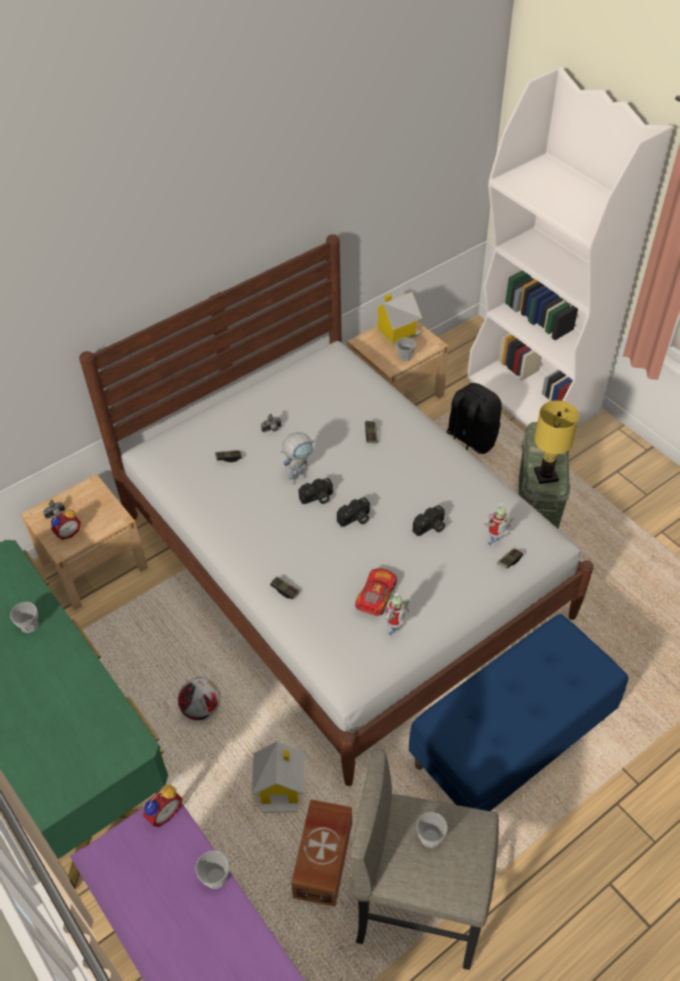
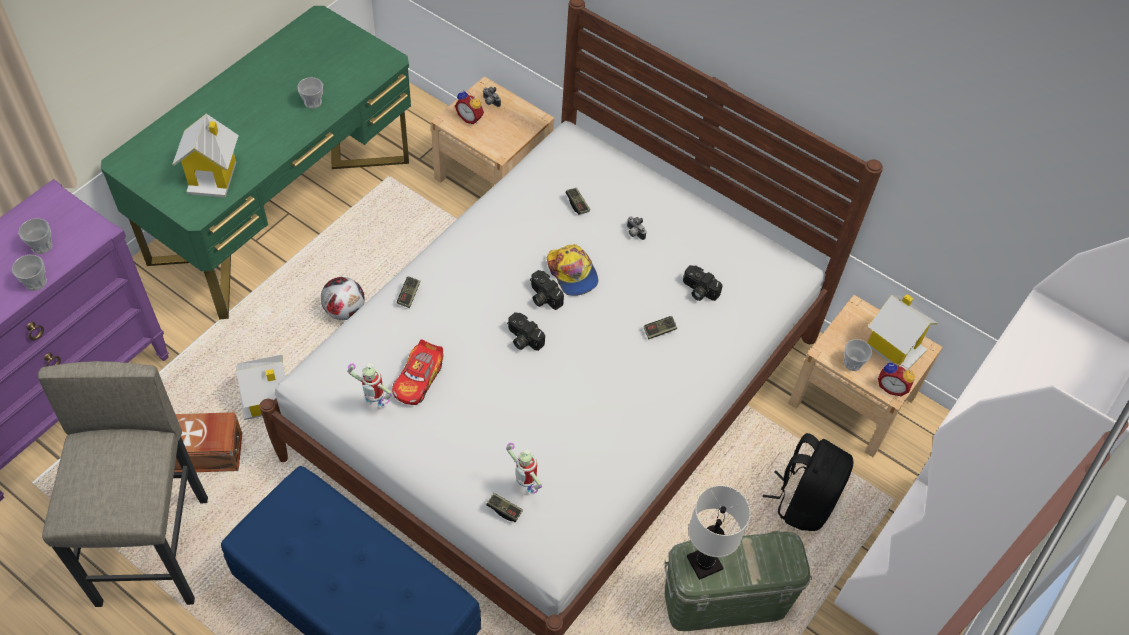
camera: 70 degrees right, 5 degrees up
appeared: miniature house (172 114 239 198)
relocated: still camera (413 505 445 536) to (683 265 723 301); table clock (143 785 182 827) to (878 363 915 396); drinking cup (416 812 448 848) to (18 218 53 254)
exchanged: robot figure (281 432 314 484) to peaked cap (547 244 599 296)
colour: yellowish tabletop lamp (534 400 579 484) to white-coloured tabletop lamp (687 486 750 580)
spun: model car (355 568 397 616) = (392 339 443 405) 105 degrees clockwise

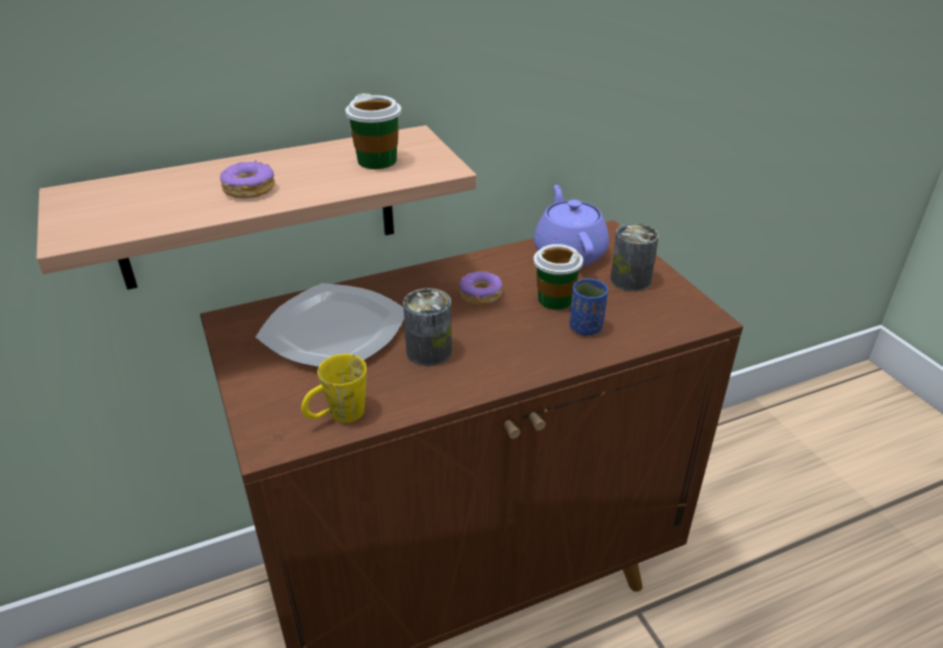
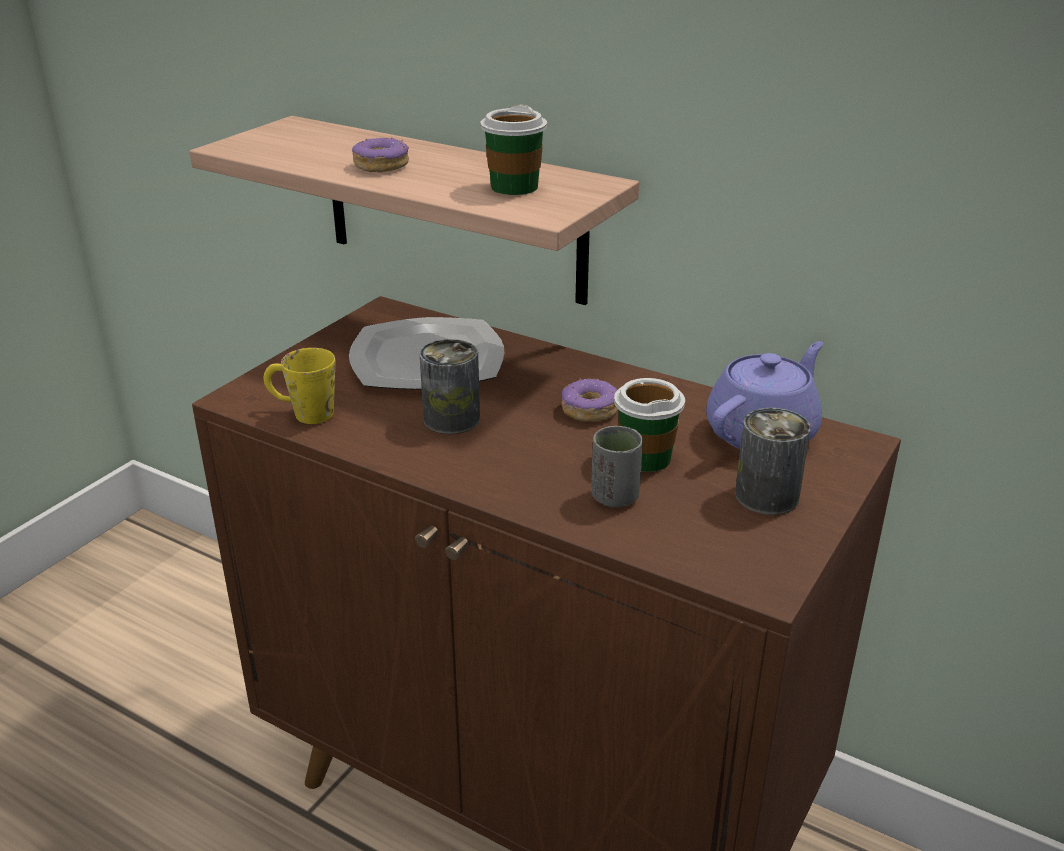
camera: 55 degrees right, 5 degrees down
colour: bluish drinking cup (569 278 608 336) to grey drinking cup (591 426 643 508)

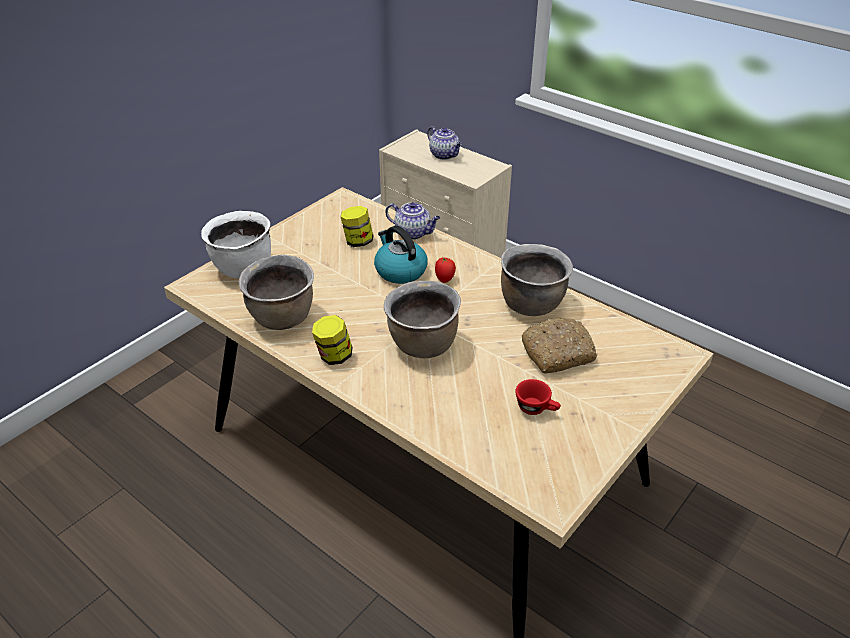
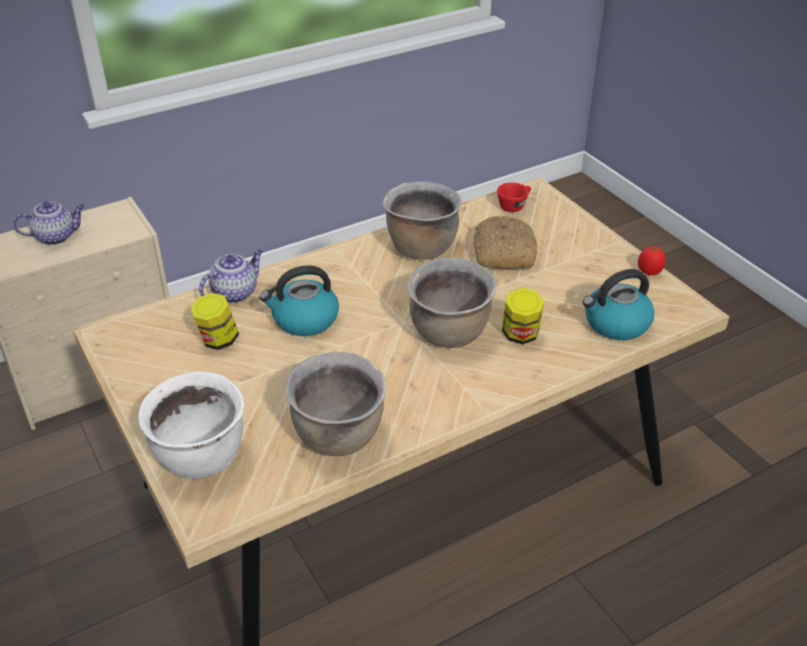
camera: 70 degrees left, 0 degrees up
appeared: kettle (583 269 654 340)
relocated: whole tomato (435 258 456 283) to (638 246 666 275); storage jar (312 315 353 365) to (502 288 544 345); reddish drinking cup (515 379 561 415) to (497 182 531 212)

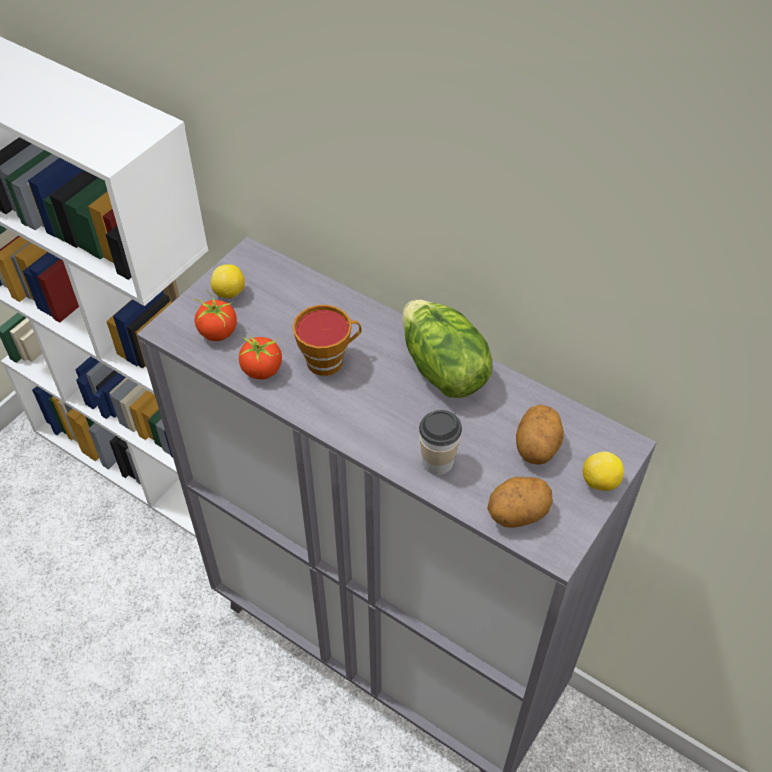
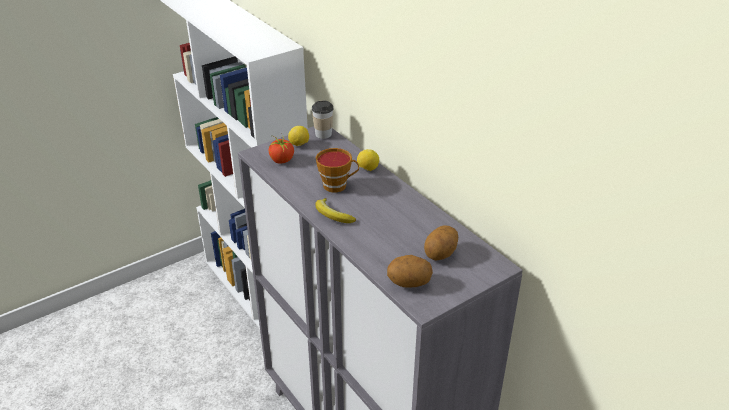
camera: 20 degrees right, 15 degrees down
missing: lettuce head (402 300 492 398); whole tomato (239 335 282 379)
appeared: banana (315 198 356 223)
relocated: drinking cup (419 410 462 475) to (312 100 334 139); whole lemon (583 452 624 491) to (357 149 379 171)

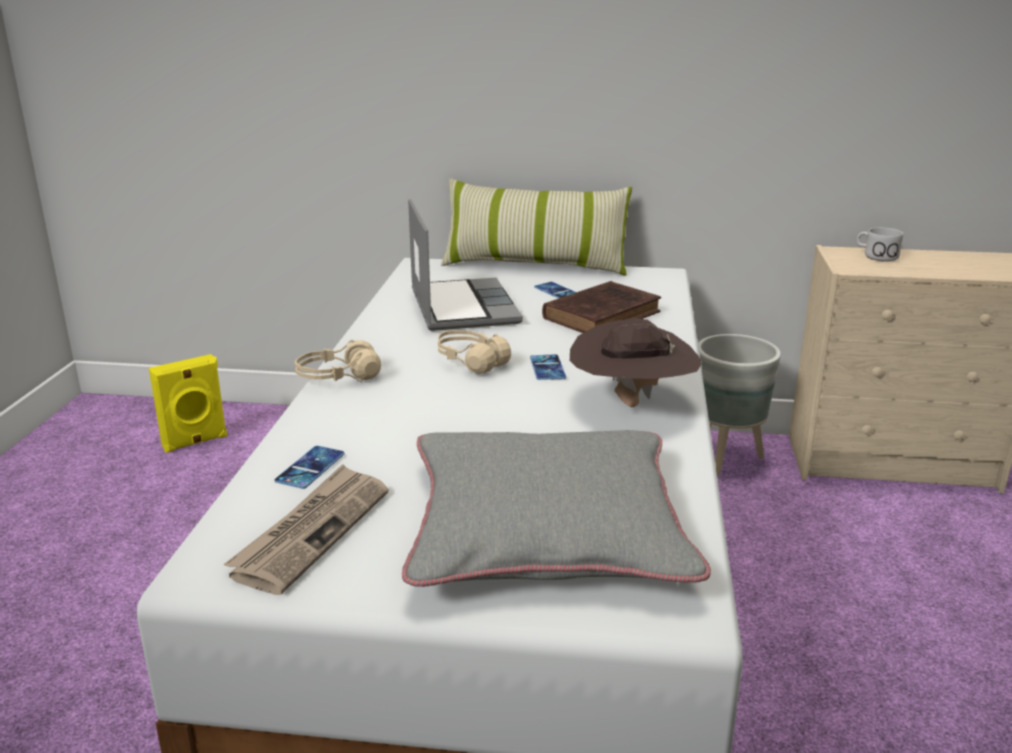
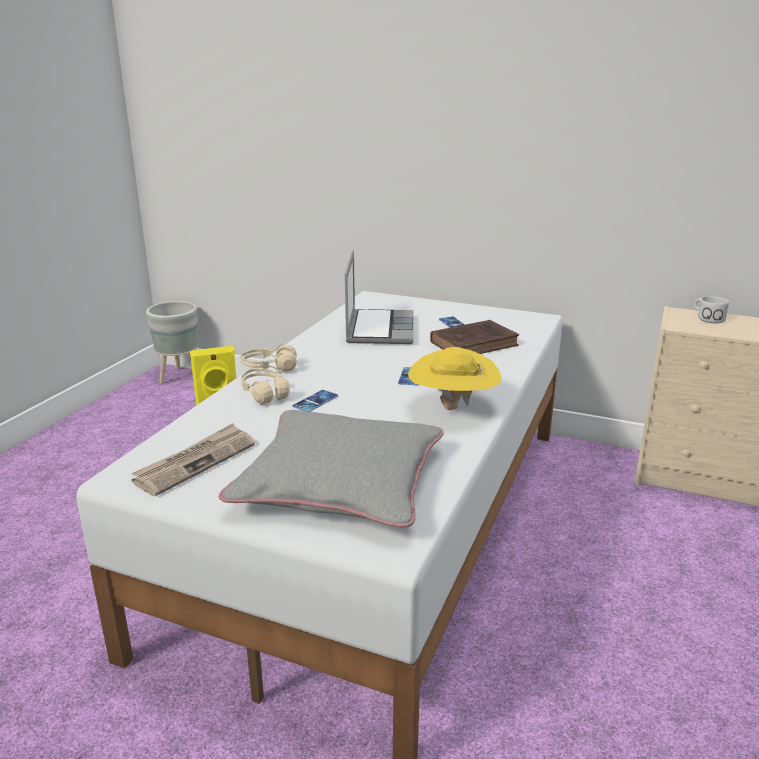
camera: 15 degrees right, 0 degrees up
missing: throw pillow (441 178 632 276)
relocated: beige headphones (438 330 511 374) to (241 368 290 404); grey plant pot (698 334 781 476) to (146 301 198 384); phone (275 446 345 489) to (292 390 338 412)
colour: brown clothing hat (570 318 702 407) to yellowish clothing hat (408 347 502 410)

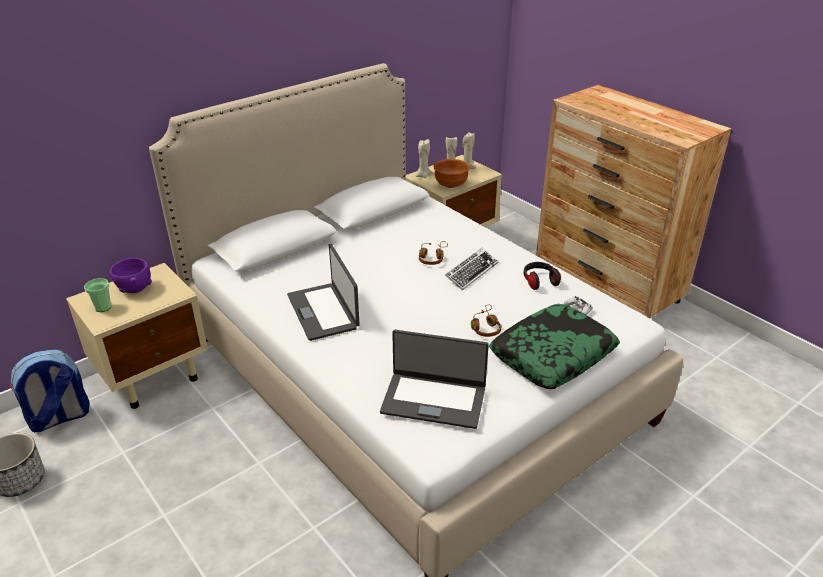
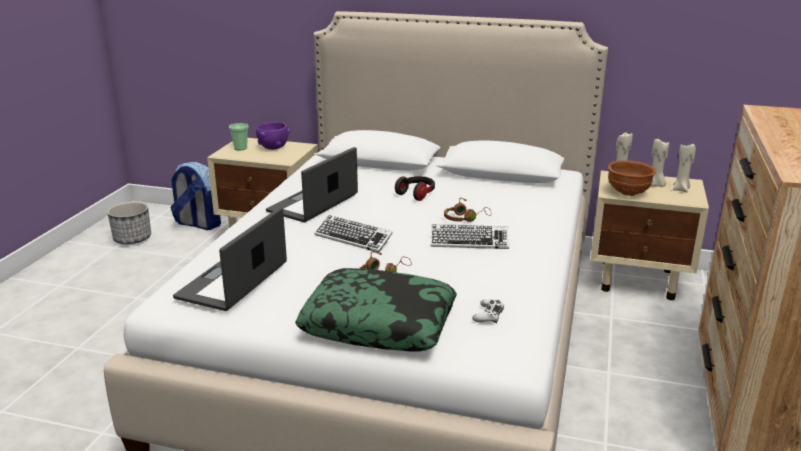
camera: 55 degrees right, 10 degrees down
appeared: keyboard (315 215 393 253)
relocated: headphones (523 262 561 290) to (395 176 435 201)
spun: notebook computer (380 330 489 429) = (173 207 287 311) 45 degrees clockwise

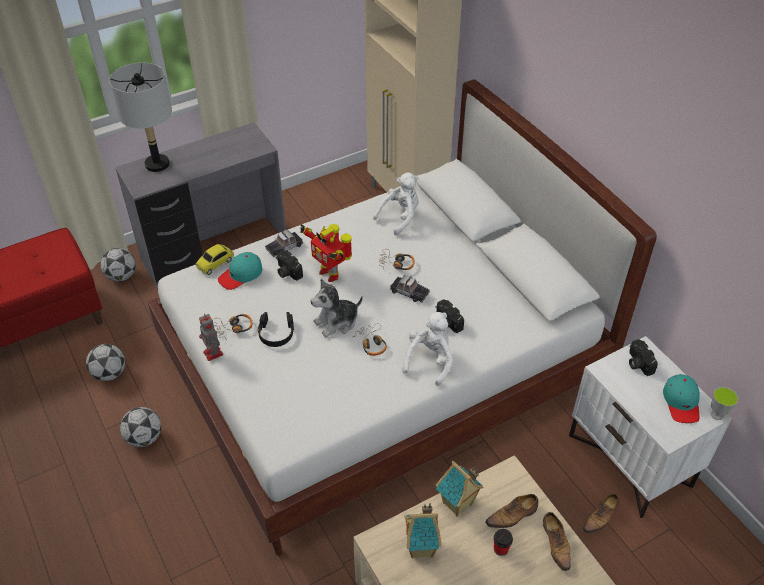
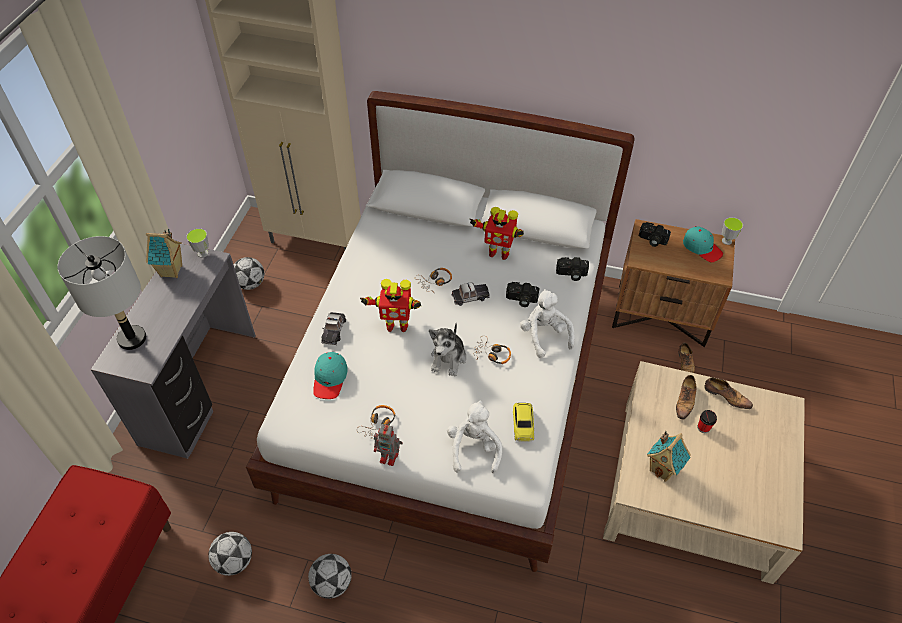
camera: 45 degrees left, 5 degrees up
missing: black-coloured headphones (258 312 294 347)
appeared: robot figure (469 207 524 260); drinking cup (186 228 209 258)
relocated: white-coloured plush toy (373 173 419 236) to (447 400 502 473); model car (196 244 234 275) to (513 403 534 442); football (101 248 136 281) to (234 257 264 290); still camera (276 250 303 280) to (556 257 589 281); miniature house (436 461 483 517) to (146 229 182 278)
colour: white-coloured bedside table (569 336 732 518) to brown bedside table (612 219 735 347)

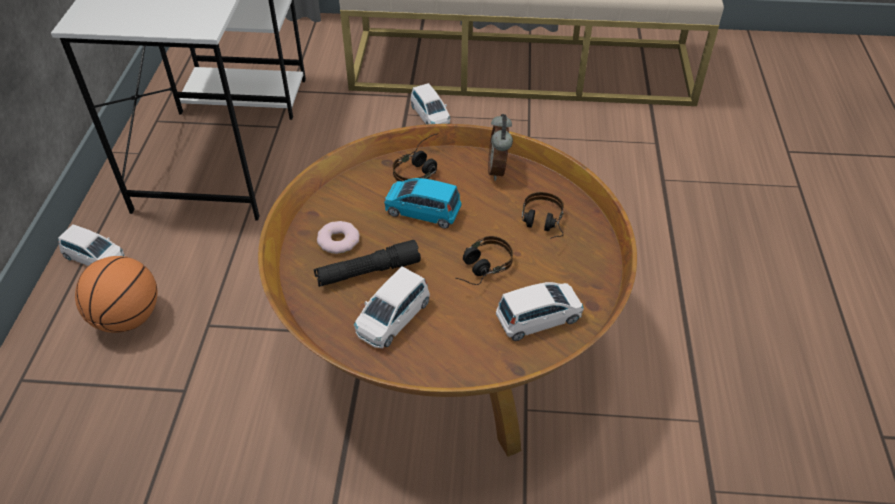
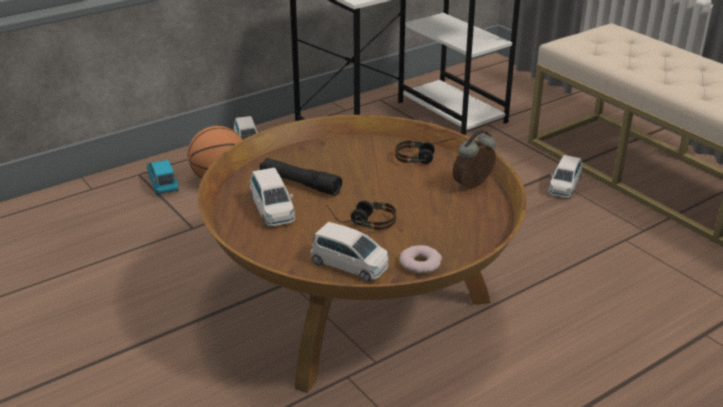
camera: 50 degrees right, 15 degrees down
missing: headphones (522 192 564 239)
relocated: bluish model car (384 178 461 228) to (146 160 179 195); ring doughnut (317 221 360 254) to (399 245 442 274)
spun: white-coloured model car (354 266 430 348) = (250 168 295 226) 105 degrees counterclockwise

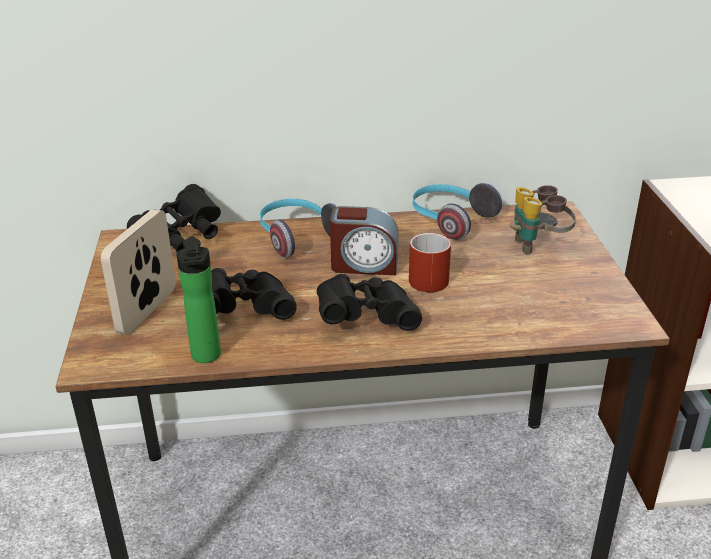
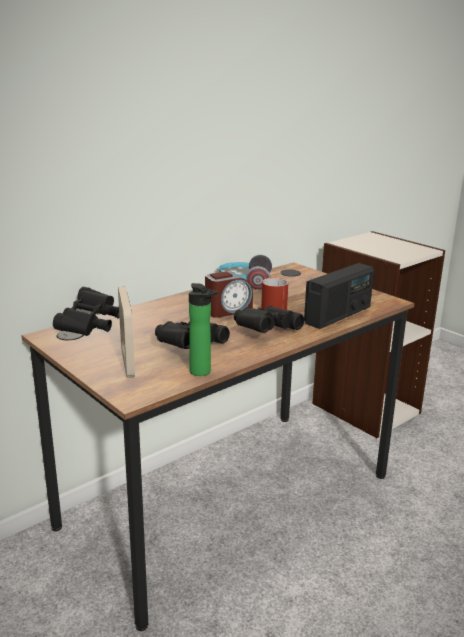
camera: 35 degrees left, 10 degrees down
missing: field glasses (510 185 576 255); headphones (260 199 338 258)
appeared: radio set (304 263 374 329)

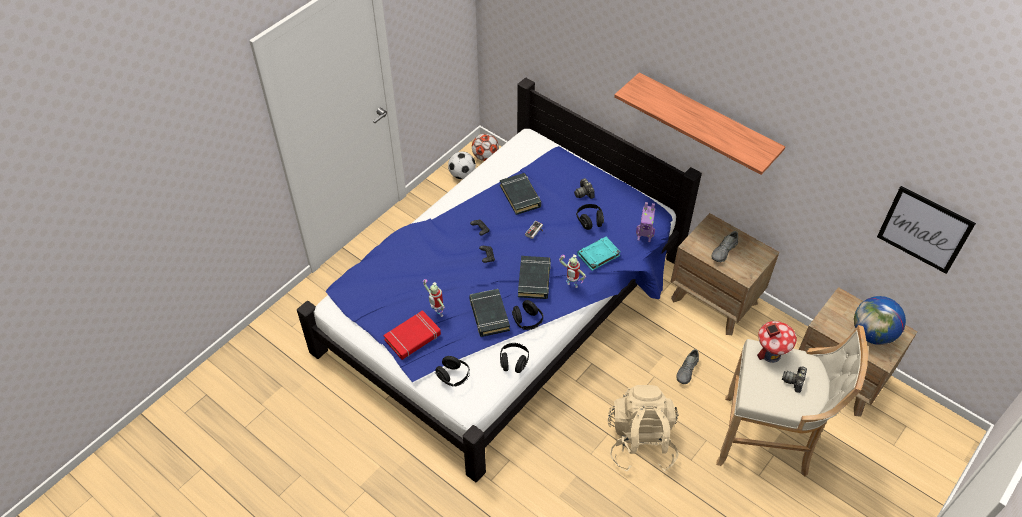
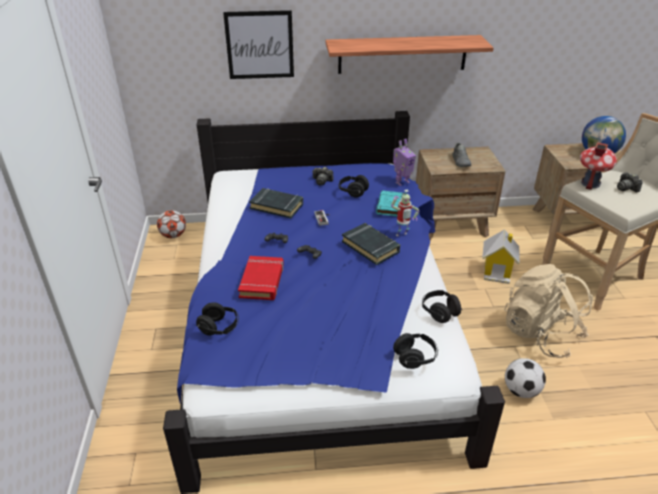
camera: 45 degrees left, 15 degrees down
missing: robot figure (423 279 445 317); black-coloured book (469 289 510 337)
relocated: football (448 151 476 179) to (505 358 546 398); wall art (877 186 976 274) to (223 10 294 79); black-coloured headphones (512 300 543 330) to (196 302 239 336); reddish book (384 310 441 360) to (238 256 284 300)
exchanged: grey low shoe (676 349 699 384) to miniature house (482 229 519 284)

